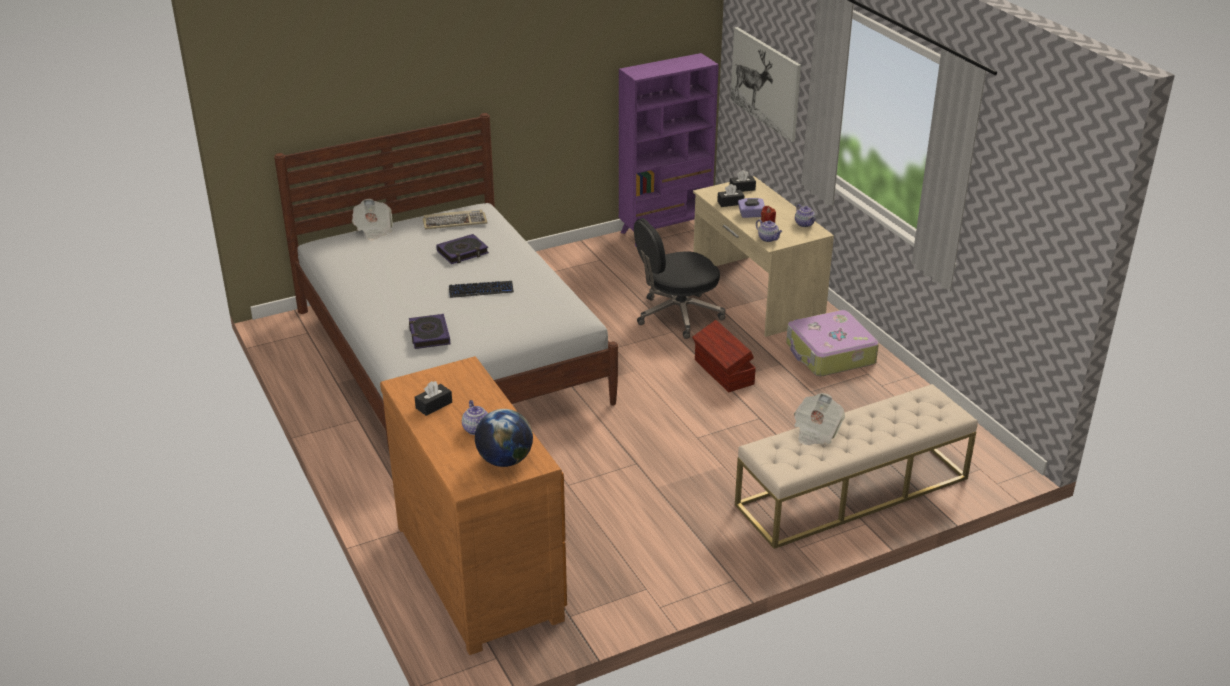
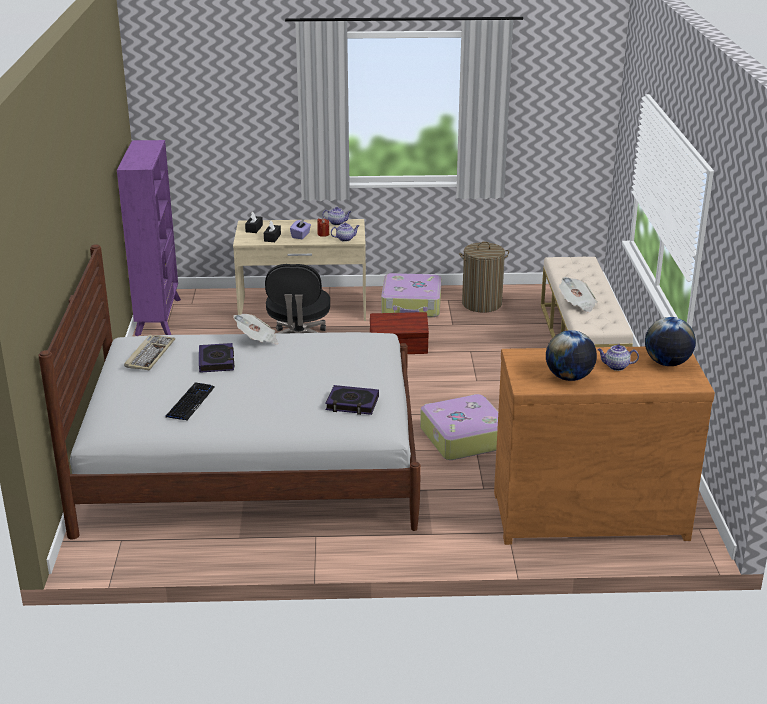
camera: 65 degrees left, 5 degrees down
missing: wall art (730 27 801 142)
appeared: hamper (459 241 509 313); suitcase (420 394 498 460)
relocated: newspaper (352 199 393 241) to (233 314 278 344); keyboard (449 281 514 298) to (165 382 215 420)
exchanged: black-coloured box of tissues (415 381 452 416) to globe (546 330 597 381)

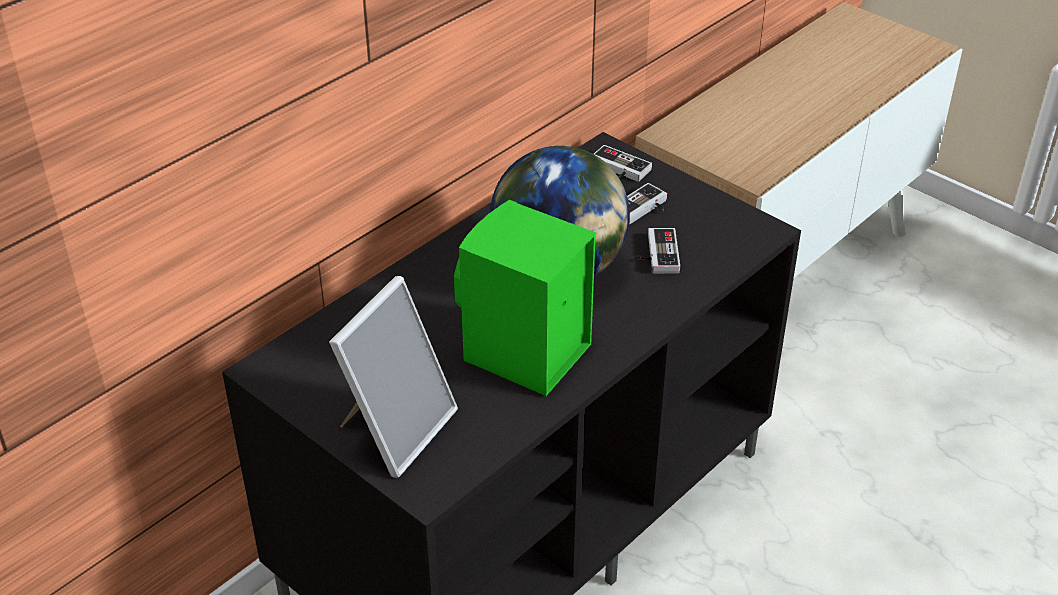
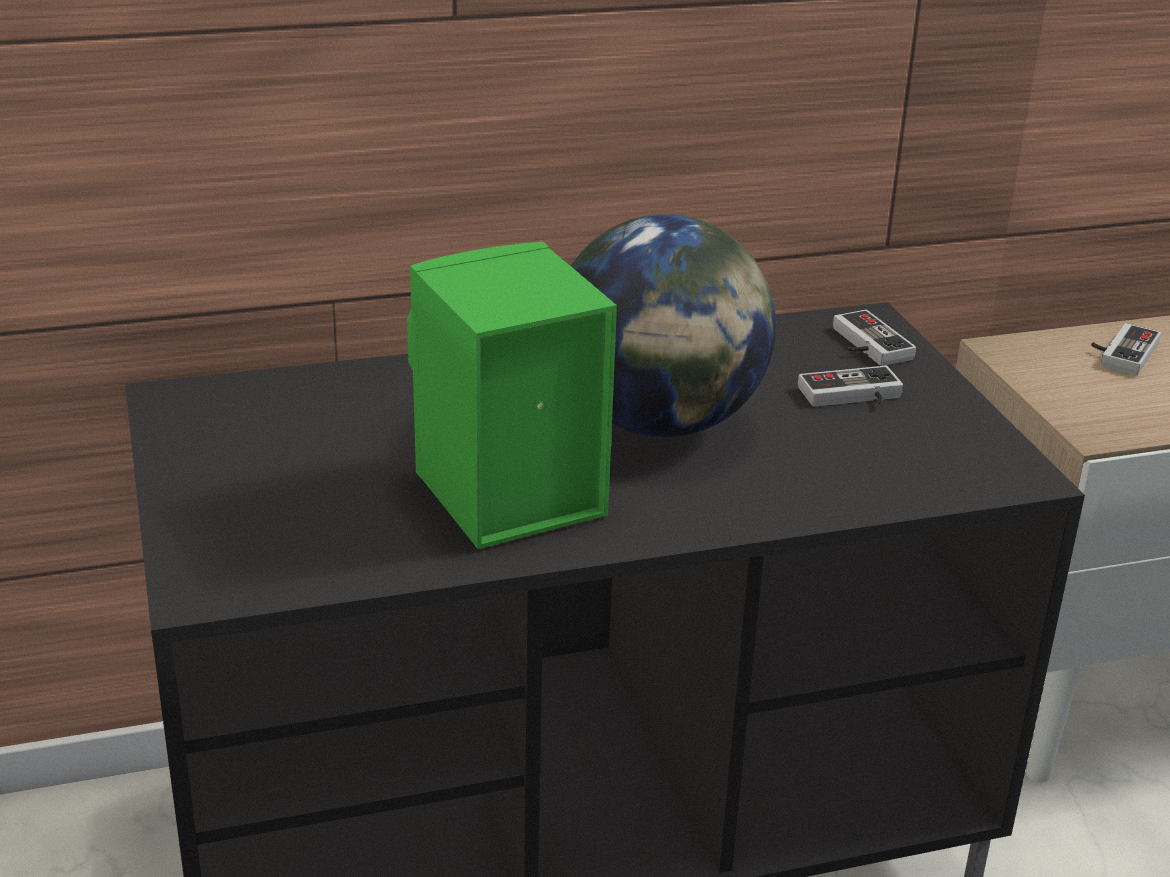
camera: 30 degrees right, 10 degrees down
missing: standing frame (329 276 458 478)
relocated: game controller (638 228 680 274) to (1091 323 1161 375)

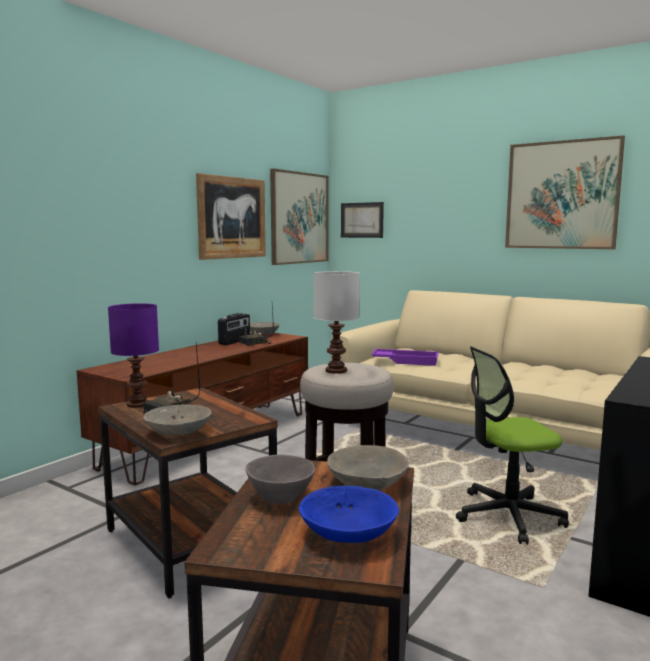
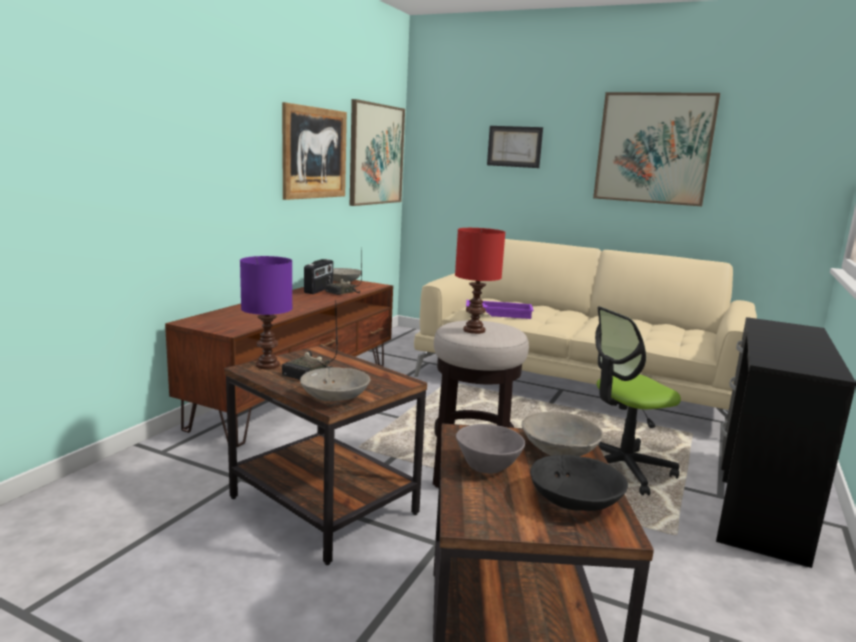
camera: 10 degrees left, 5 degrees up
relocated: wall art (341 202 384 238) to (487 126 543 168)
colour: white-coloured tabletop lamp (314 271 360 374) to reddish tabletop lamp (455 228 505 334); bluish bowl (298 486 399 543) to black-coloured bowl (530 455 628 511)

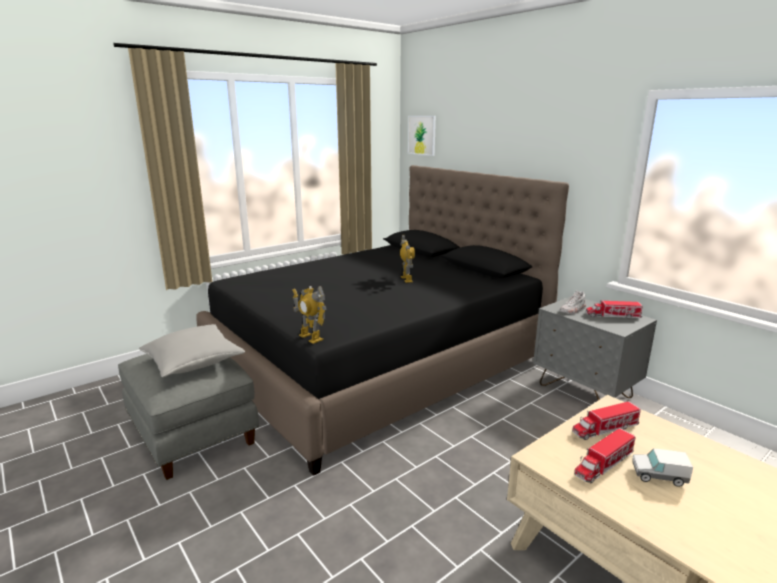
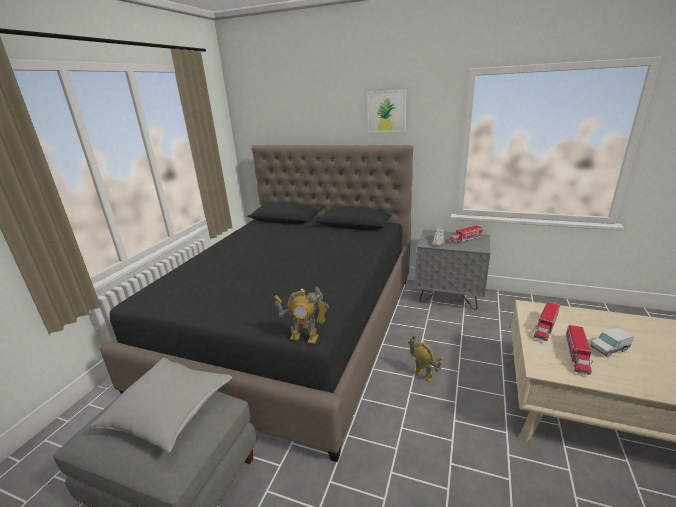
camera: 30 degrees left, 5 degrees up
relocated: wall art (408 116 436 156) to (367 90 406 132); robot figure (400 235 415 283) to (408 335 443 382)

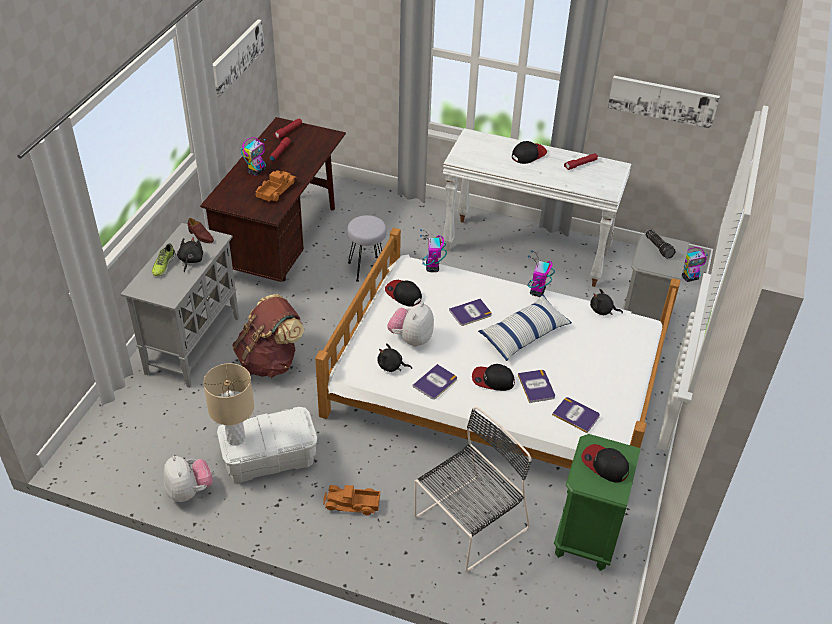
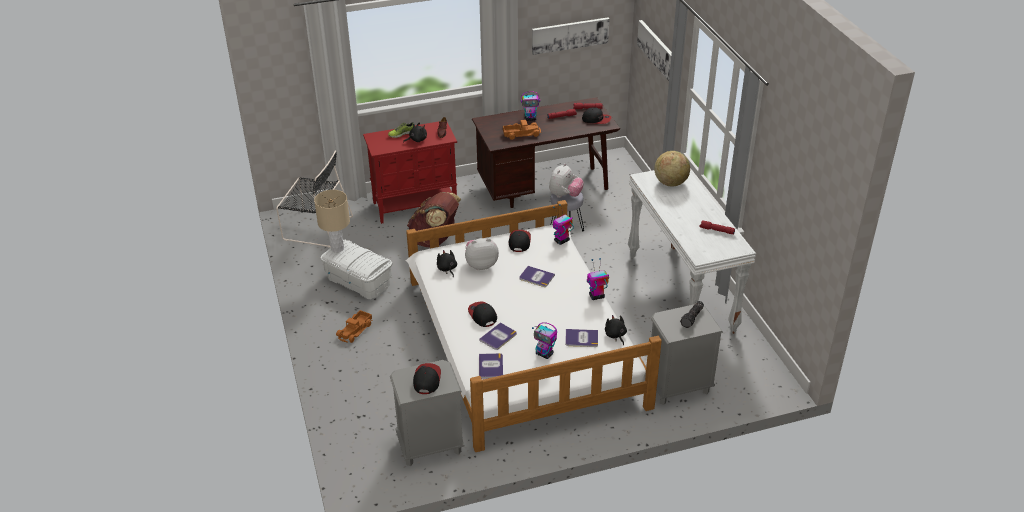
camera: 55 degrees right, 5 degrees down
missing: throw pillow (478 294 572 361)
appeared: globe (654 151 690 187)
relocated: wall art (608 76 720 129) to (637 20 672 81); peaked cap (512 141 547 164) to (582 107 611 124); robot figure (682 247 708 282) to (532 322 557 359); book (412 364 457 399) to (565 329 598 347); black-coloured plain chair (414 407 532 571) to (276 150 353 248); plush toy (164 456 213 502) to (549 163 584 198)
colour: grey storage cabinet (121 223 239 388) to reddish storage cabinet (363 121 458 224); green bedside table (554 434 641 571) to grey bedside table (390 360 465 466)
spun: toy lorry (323 485 380 515) = (336 310 373 343) 120 degrees counterclockwise

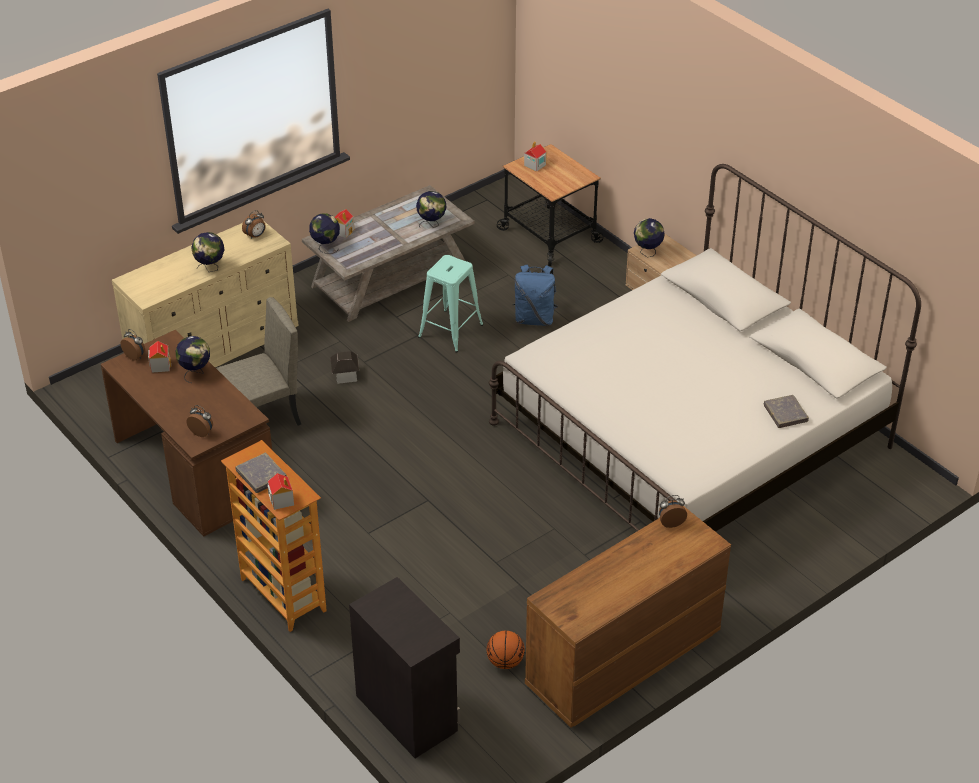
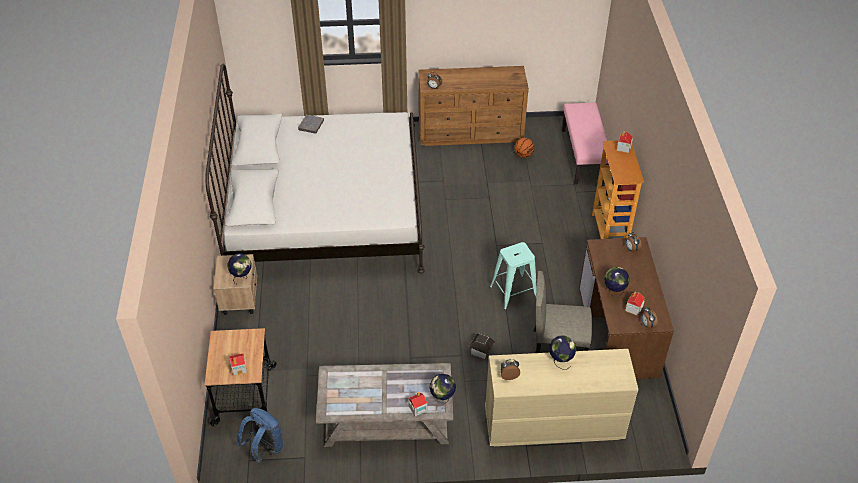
camera: 145 degrees left, 5 degrees up
missing: globe (416 191 446 228); grey book (235 452 287 493)
relocated: blue-green stool seat (418 255 483 352) to (490 242 537 310); bluish backpack (513 265 558 326) to (237 408 283 463)
exchanged: black-coloured storage cabinet (349 577 460 758) to pink long seat (562 102 609 185)

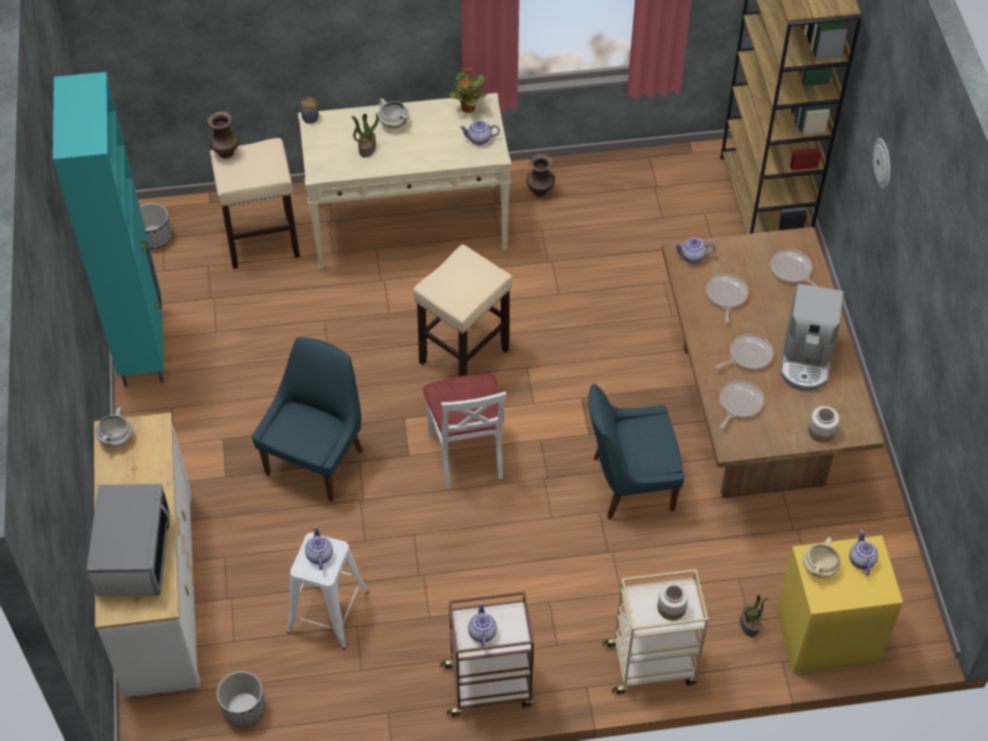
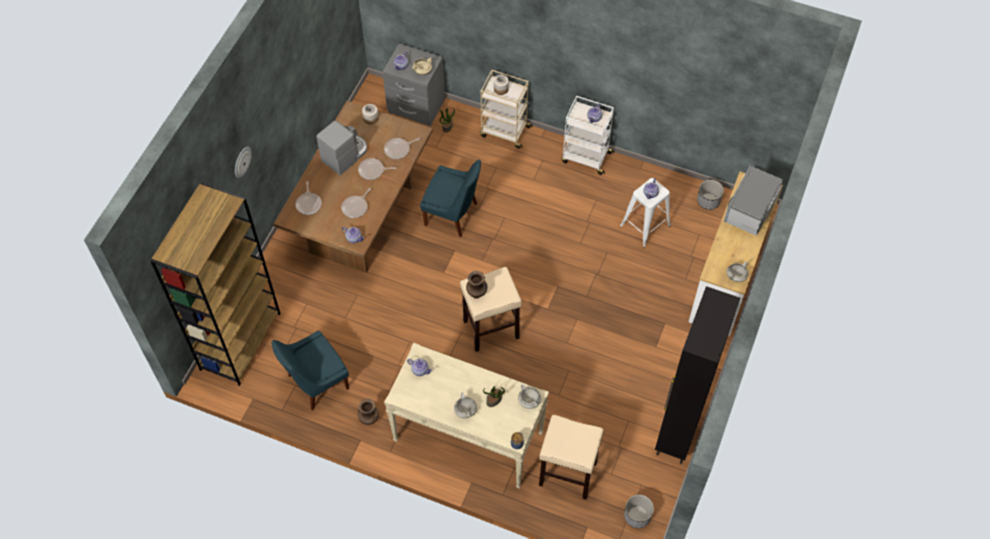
camera: 150 degrees left, 5 degrees up
missing: plant in a pot (449 68 486 113); white-coloured plain chair (423 373 506 489)
appeared: white-coloured saucepot (518 384 541 409)
relocated: brown decorative vase (208 111 239 159) to (466 271 487 299); bluish plain chair (252 337 363 502) to (272 330 349 411)
colour: blue-green storage cabinet (53 72 164 387) to black-coloured storage cabinet (655 286 740 464); yellowish bedside table (777 535 903 673) to grey bedside table (383 43 445 126); brown trolley (440 591 534 717) to white-coloured trolley (562 96 614 175)

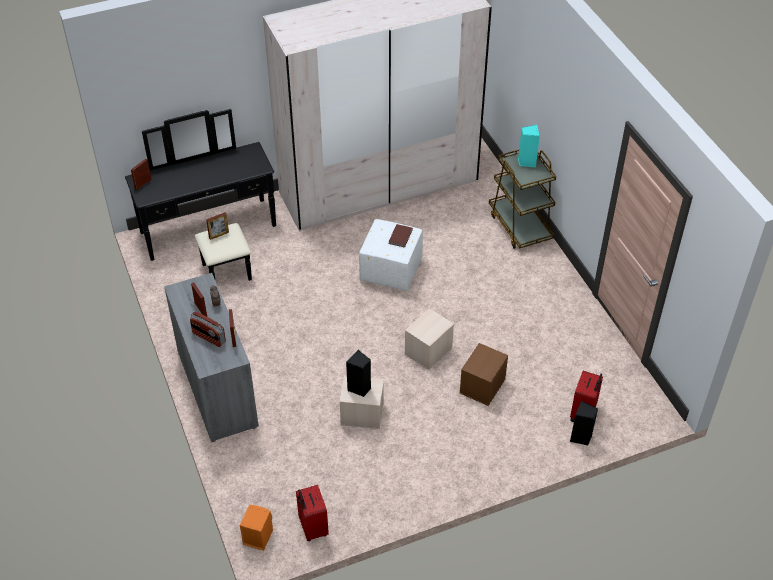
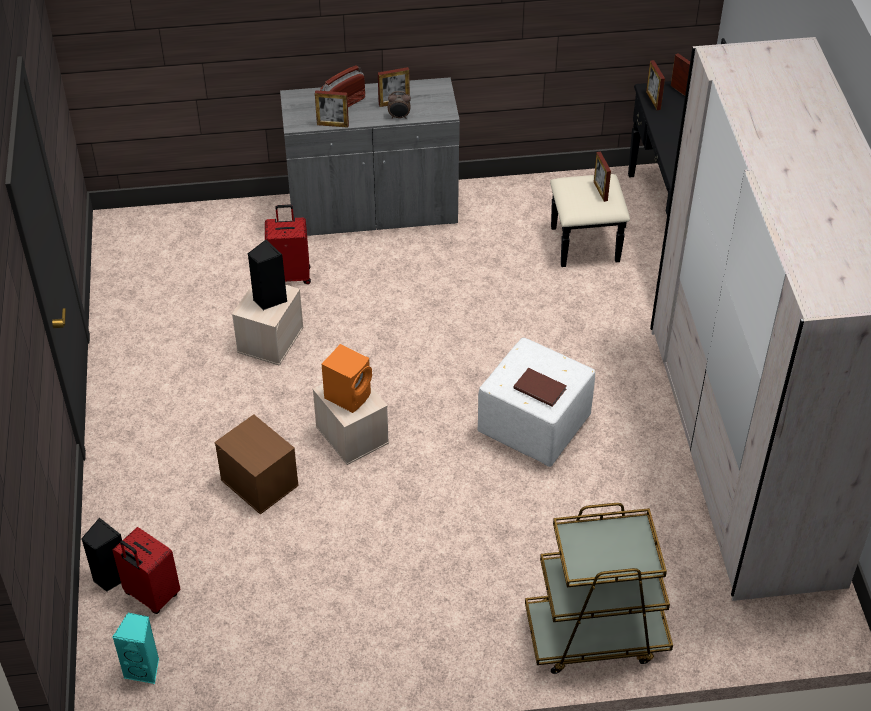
camera: 105 degrees right, 0 degrees up
appeared: standing frame (646 60 665 110)
relocated: blue-green audio speaker (518 125 540 167) to (112 613 159 684); reddish suitcase (296 485 329 541) to (265 205 311 284); orange-coloured audio speaker (240 505 273 551) to (322 344 372 413)

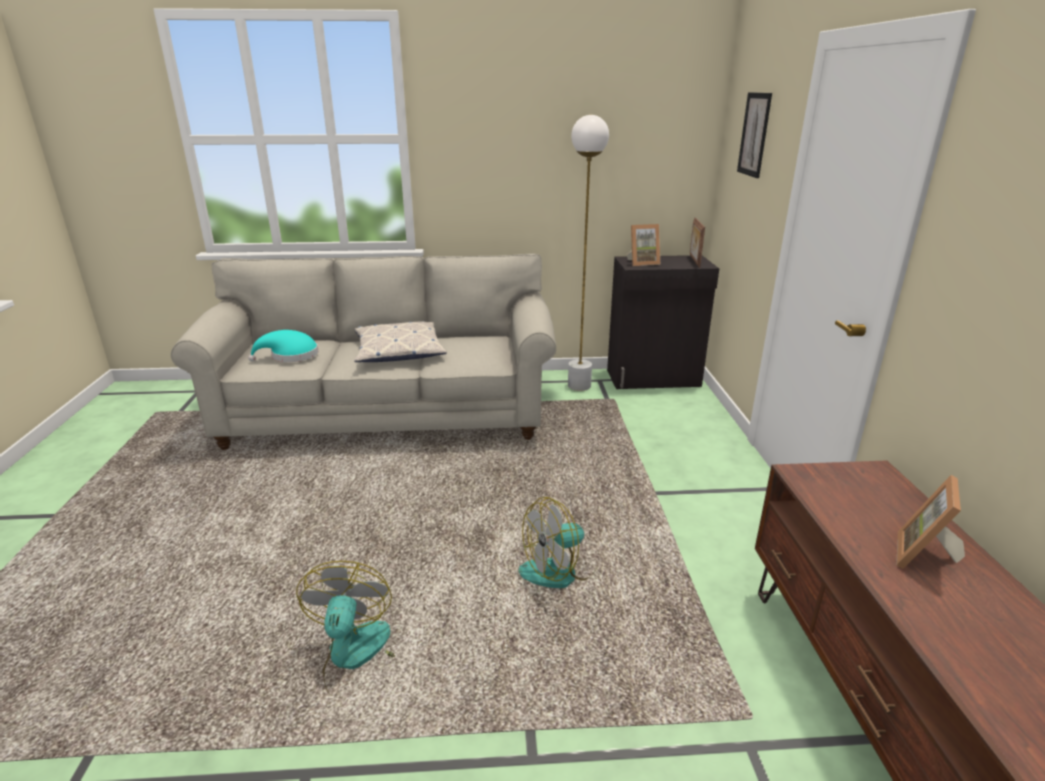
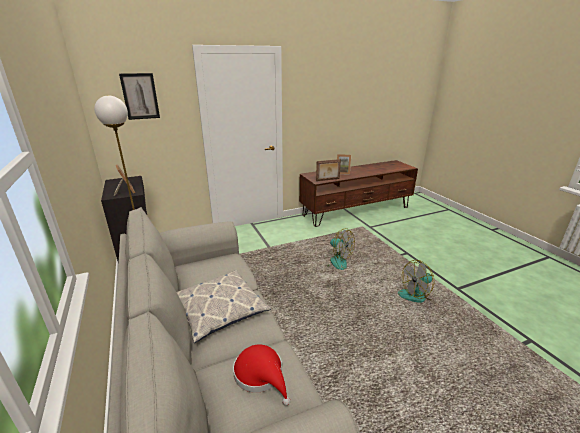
camera: 110 degrees left, 0 degrees up
relocated: standing frame (690 218 705 268) to (316 159 341 181)
colour: blue-green clothing hat (248 330 318 362) to reddish clothing hat (233 344 290 406)

